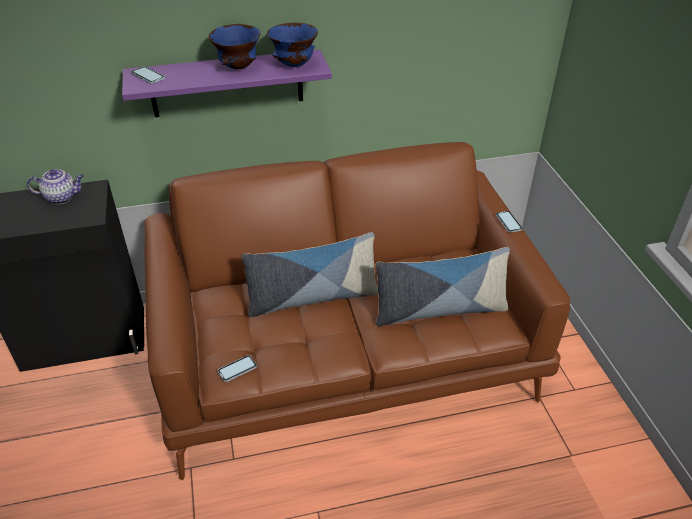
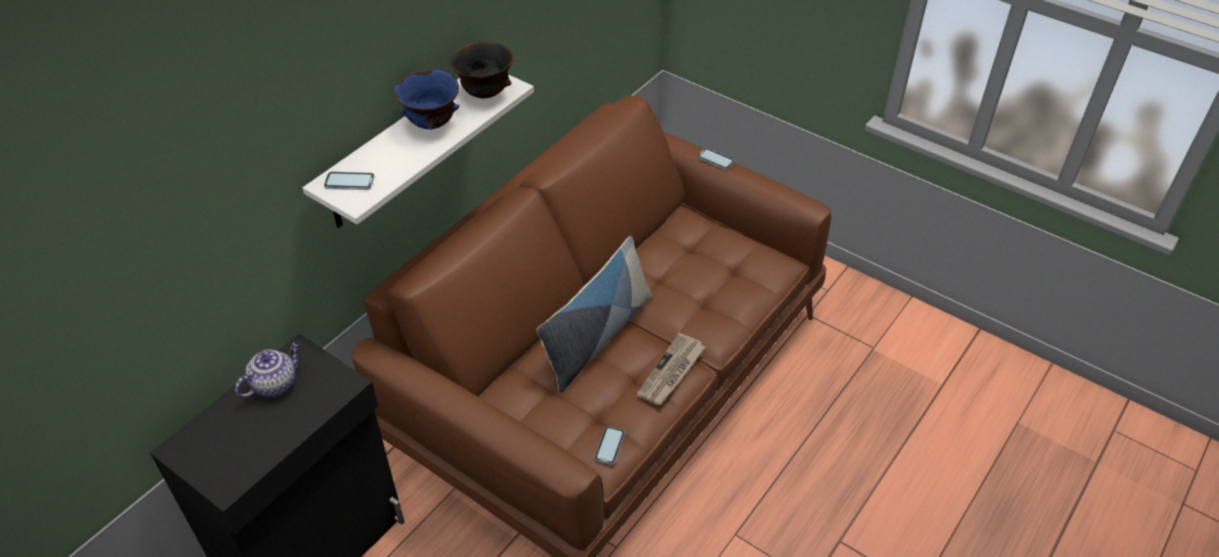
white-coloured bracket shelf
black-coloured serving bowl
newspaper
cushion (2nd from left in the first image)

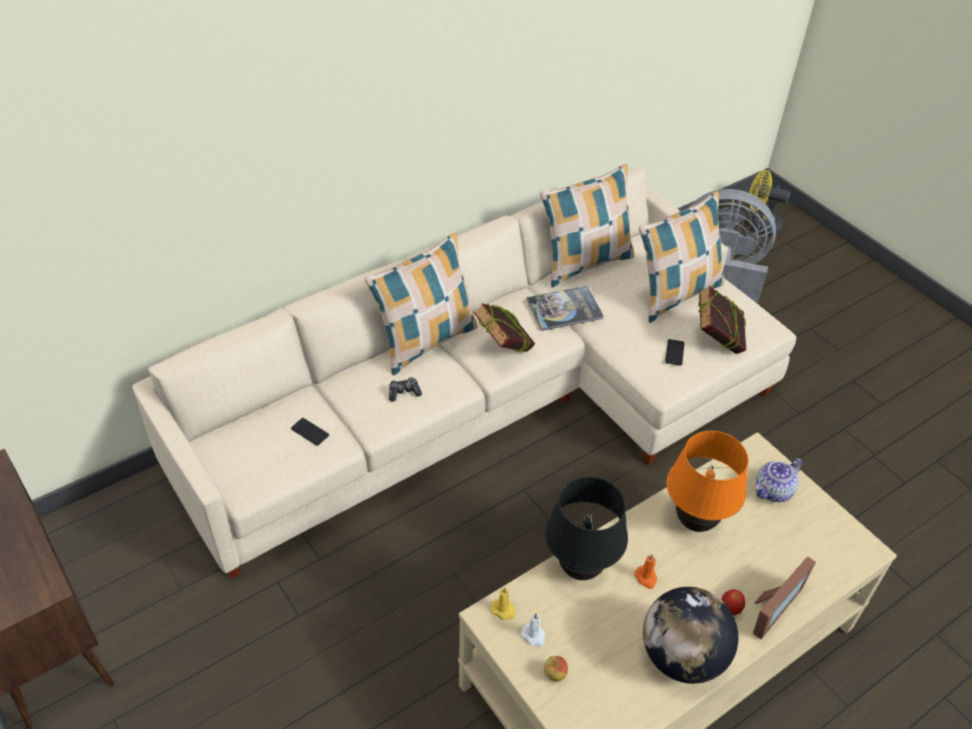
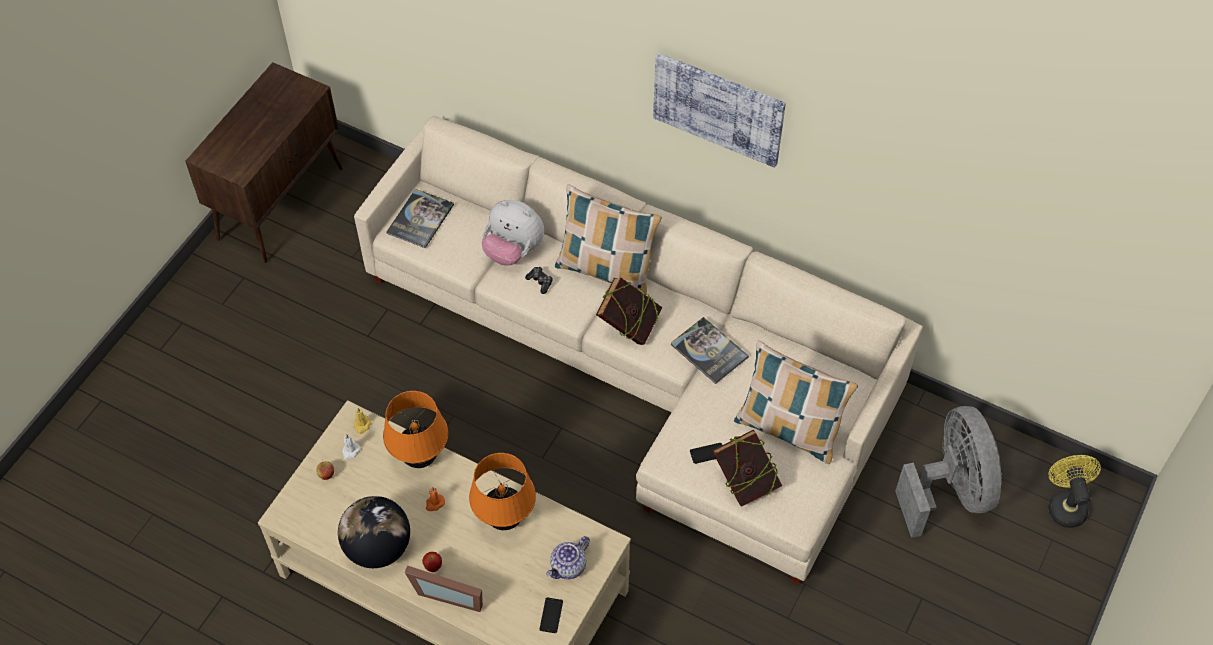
orange tabletop lamp (1st from left)
bound book (1st from left)
plush toy
phone (1st from left)
pot for tea
wall art
cushion (2nd from left in the first image)

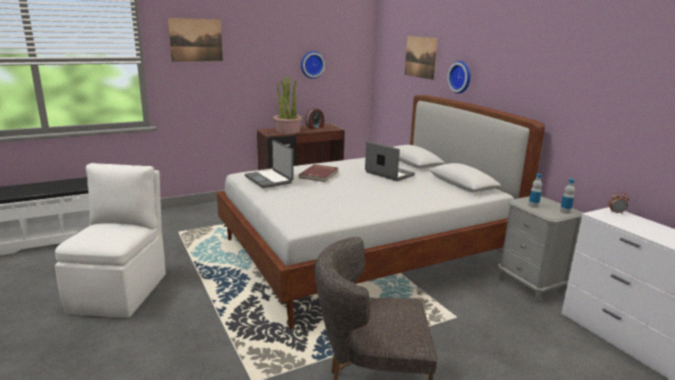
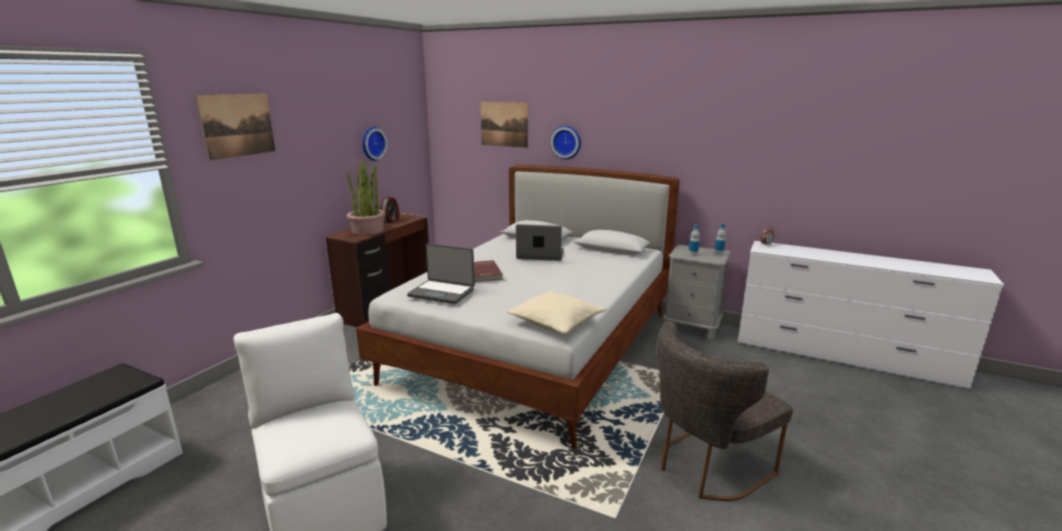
sand-coloured cushion

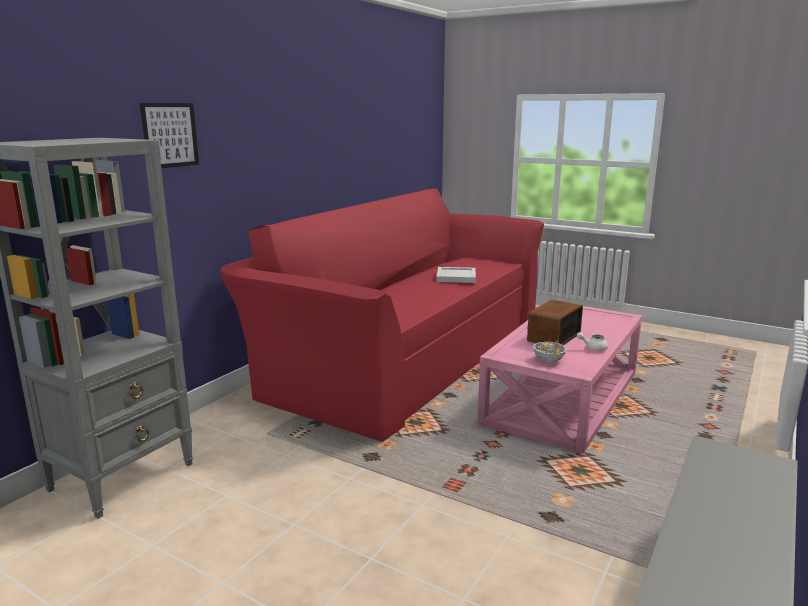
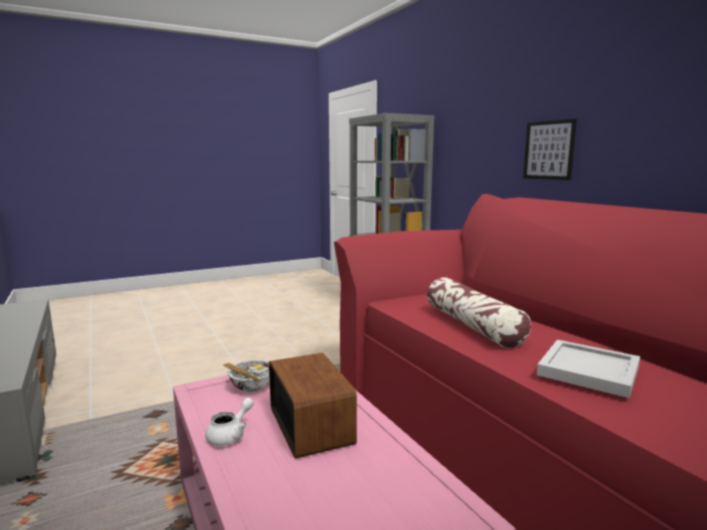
cushion
wall art

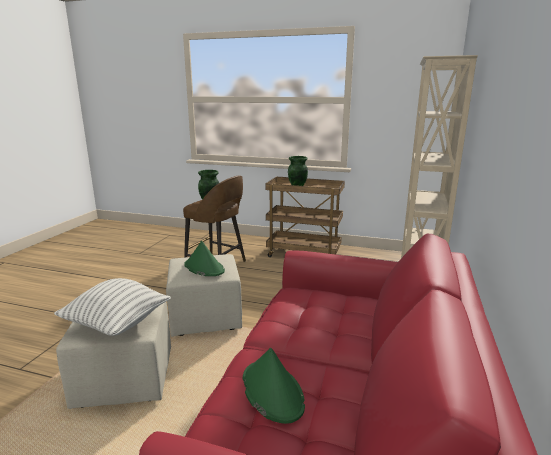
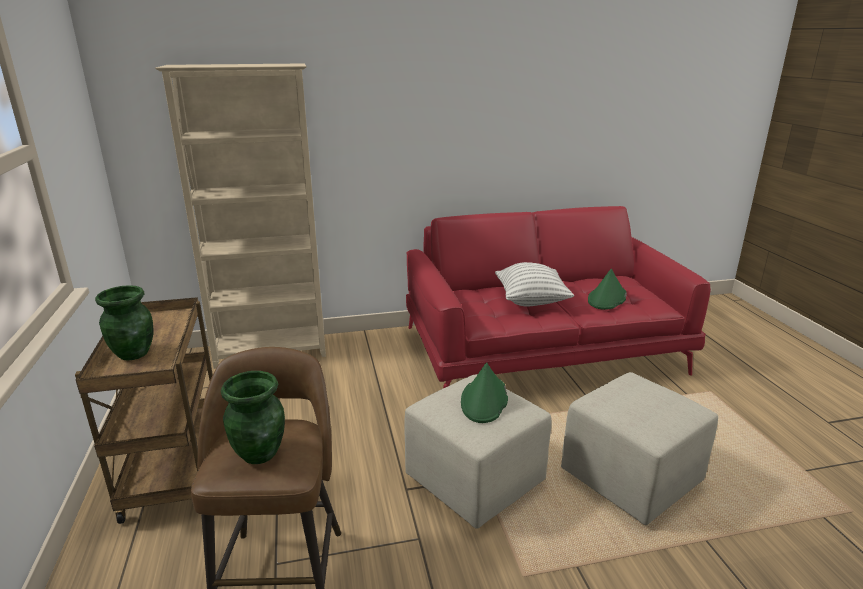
cushion

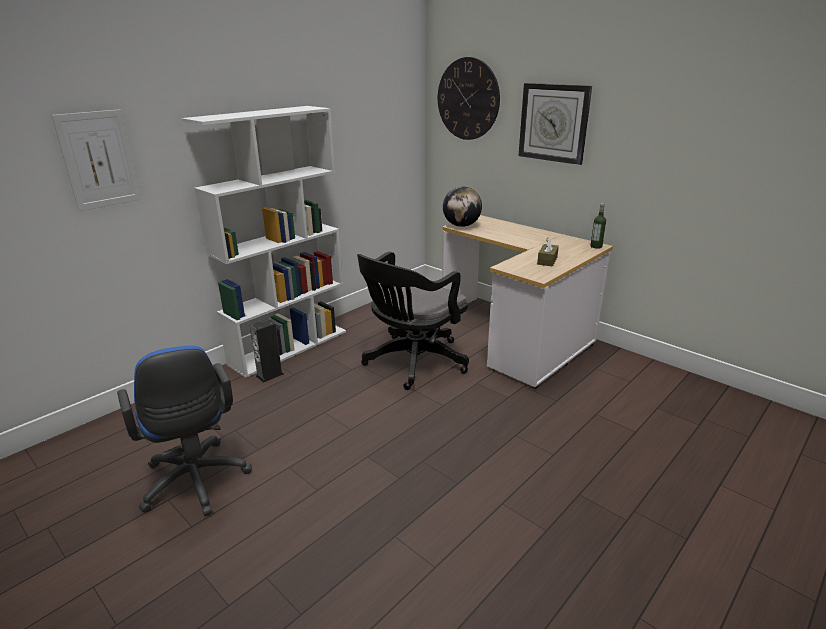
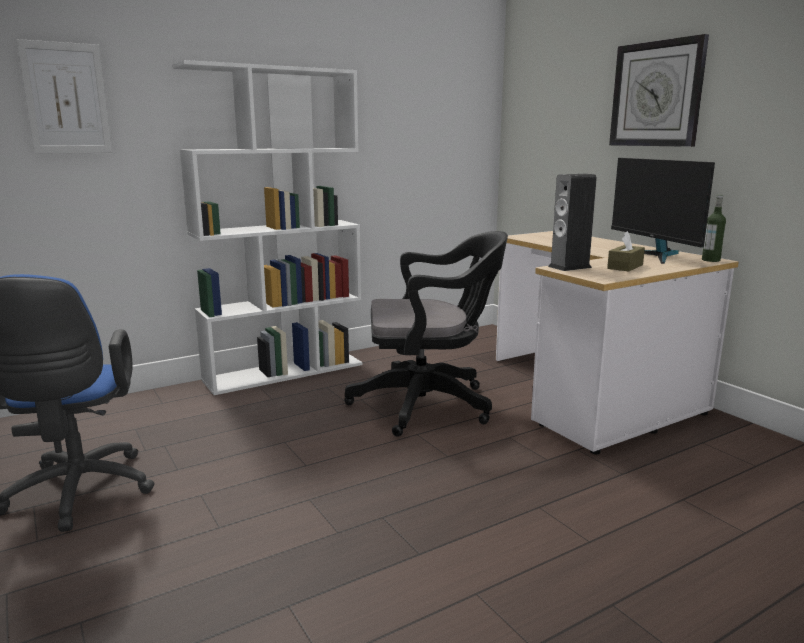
black-coloured computer chair
loudspeaker
monitor
hanging clock (1st from left in the first image)
desk globe

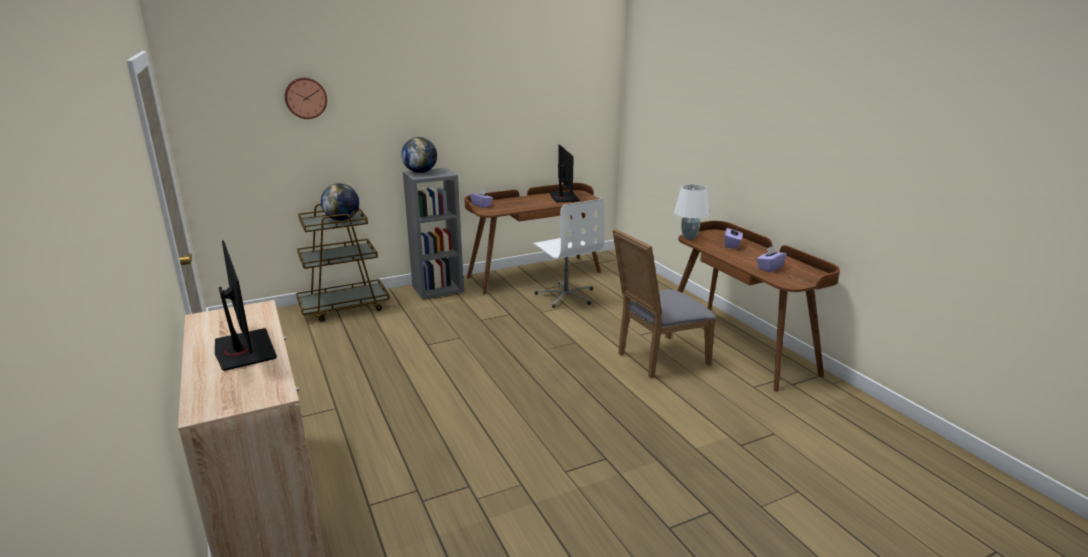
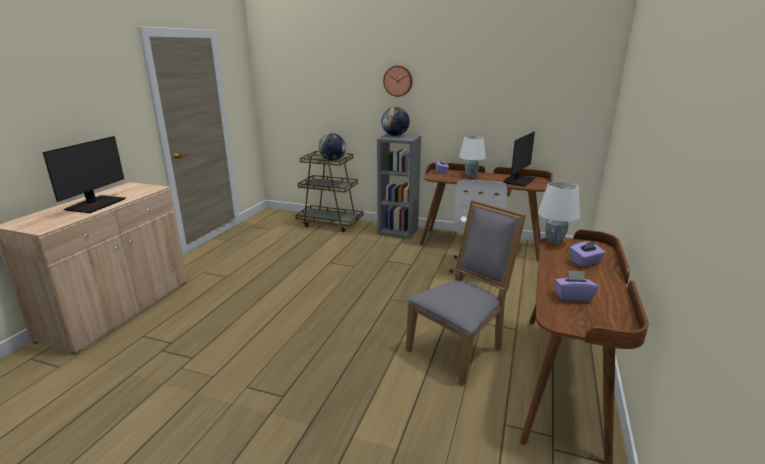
hanging clock
gray plain chair
white-coloured tabletop lamp (1st from left)

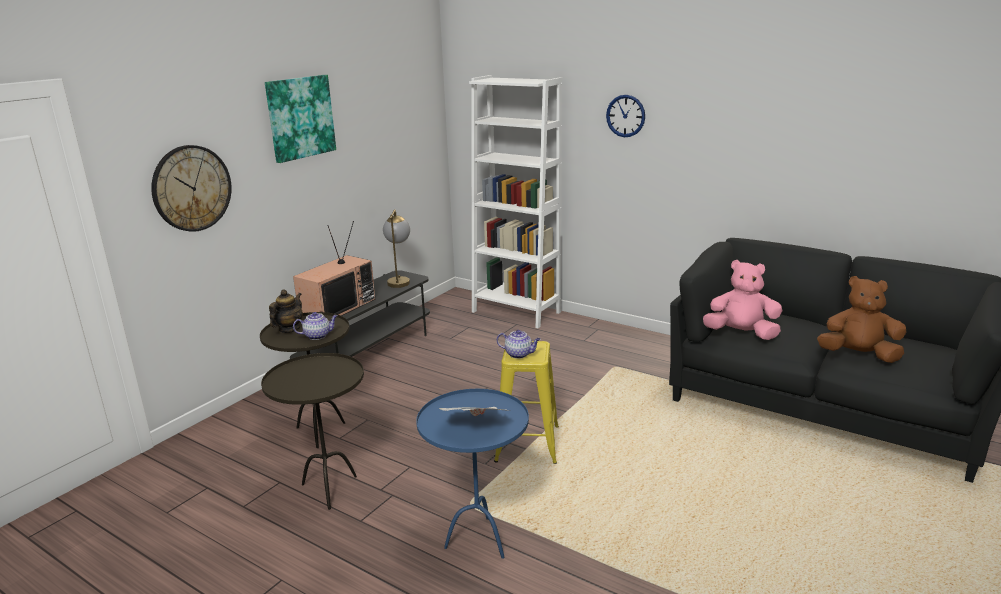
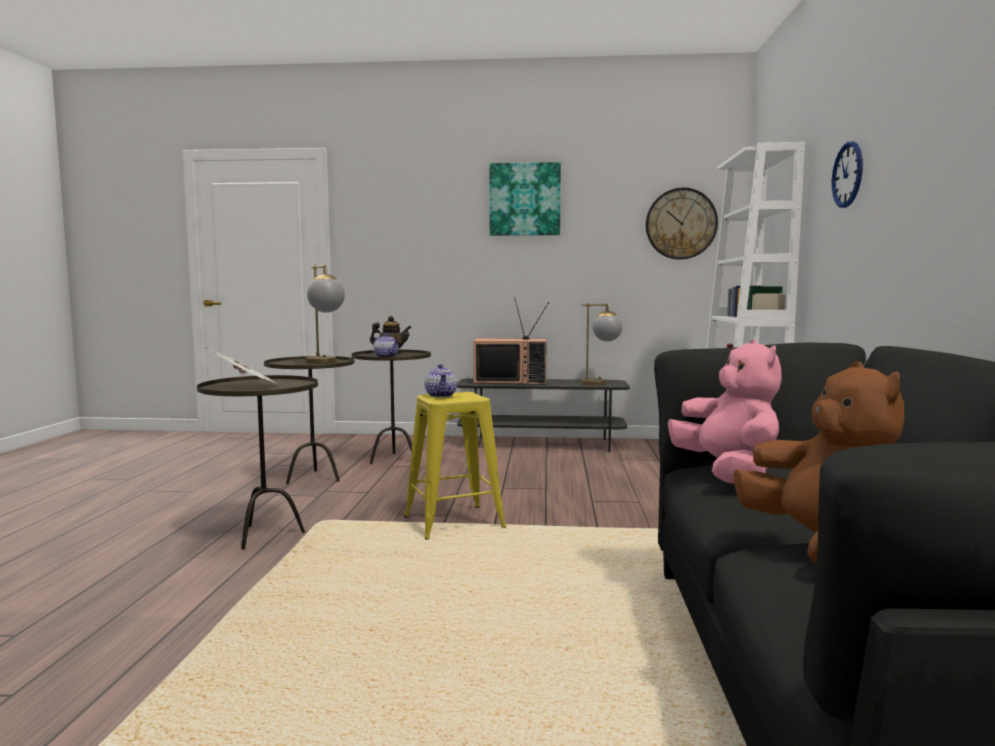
brown-coloured end table (1st from left)
tabletop lamp (1st from left)
hanging clock (1st from left)

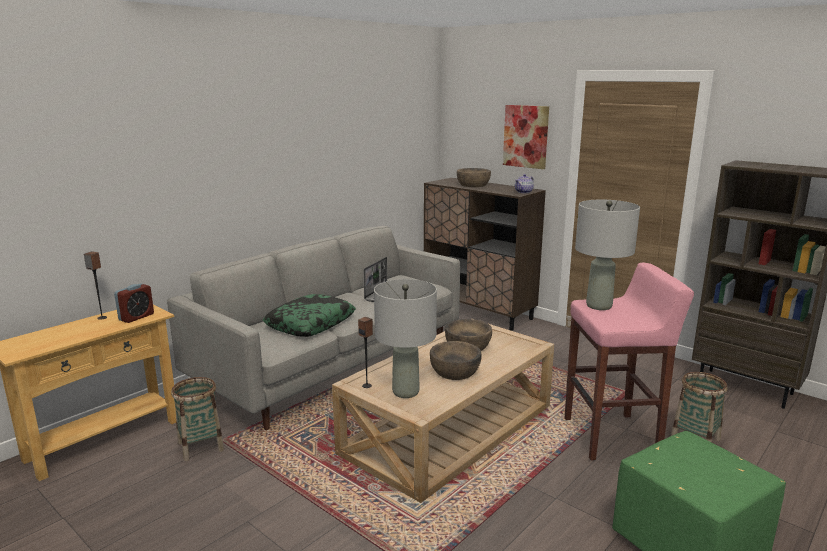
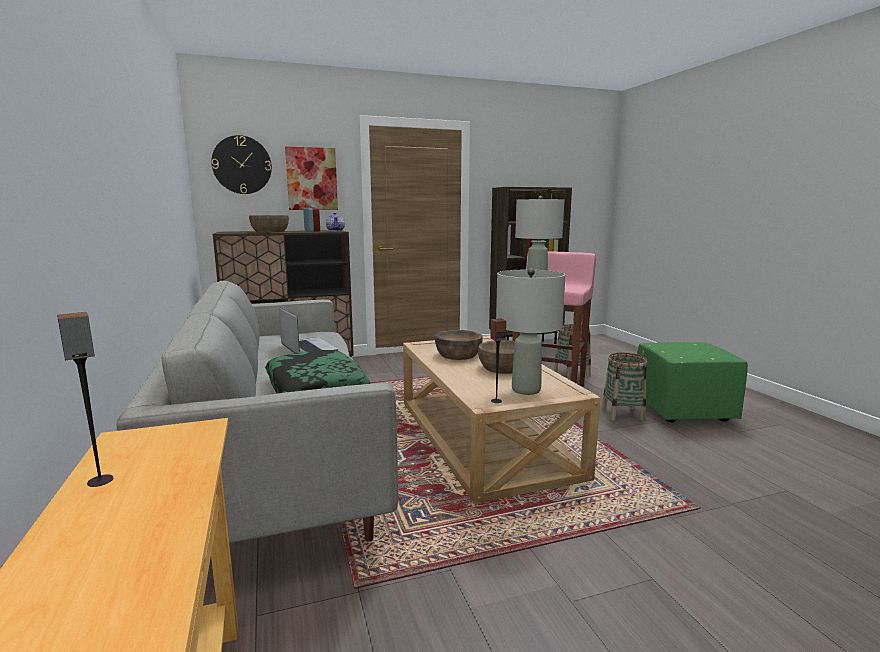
hanging clock
bedside clock
household basket (2nd from left)

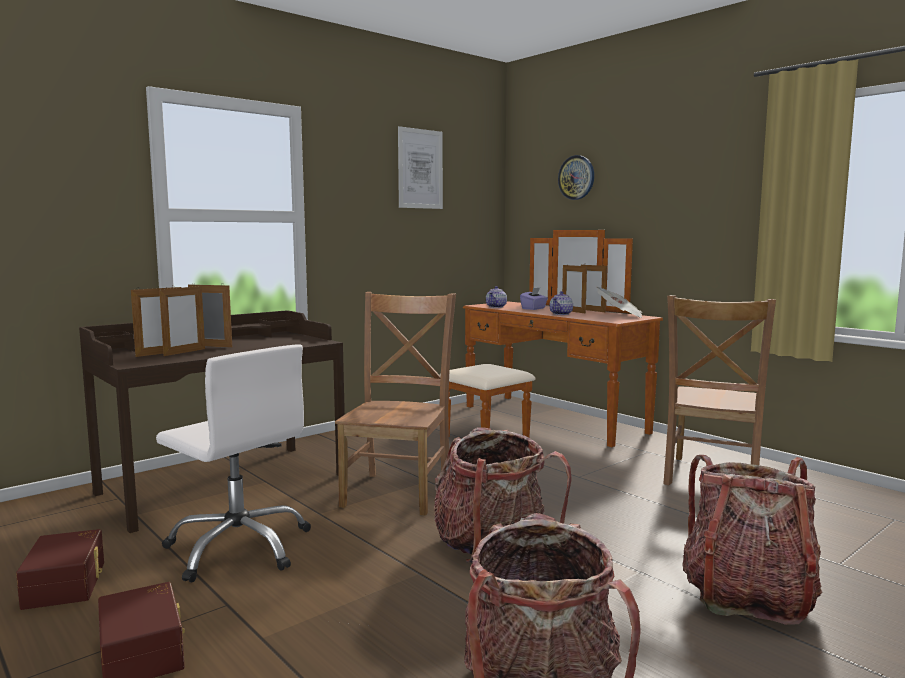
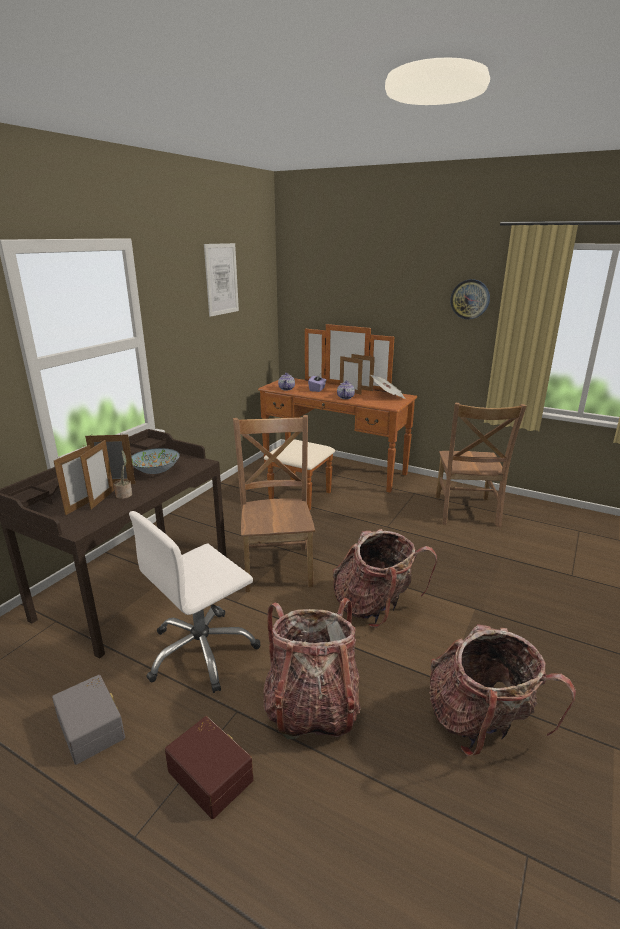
gray storage box
plant in a pot
white-coloured computer chair
serving bowl
backpack (1st from left)
hanging clock

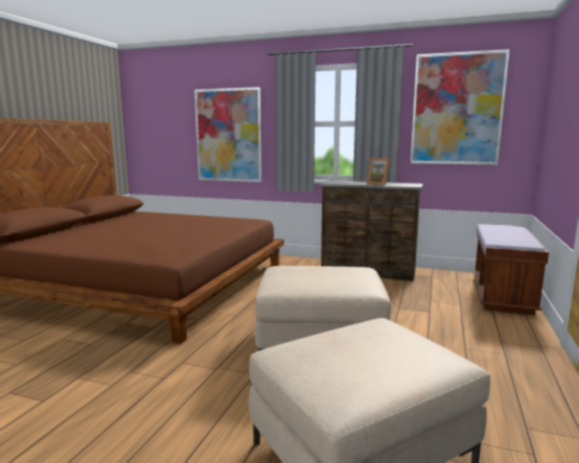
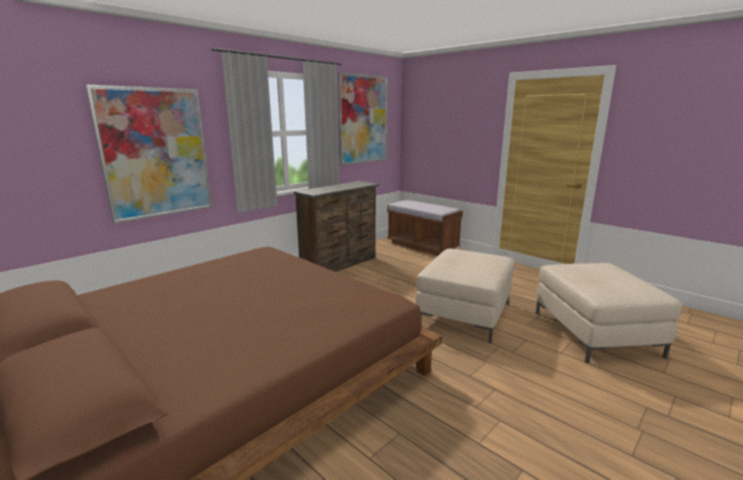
standing frame

